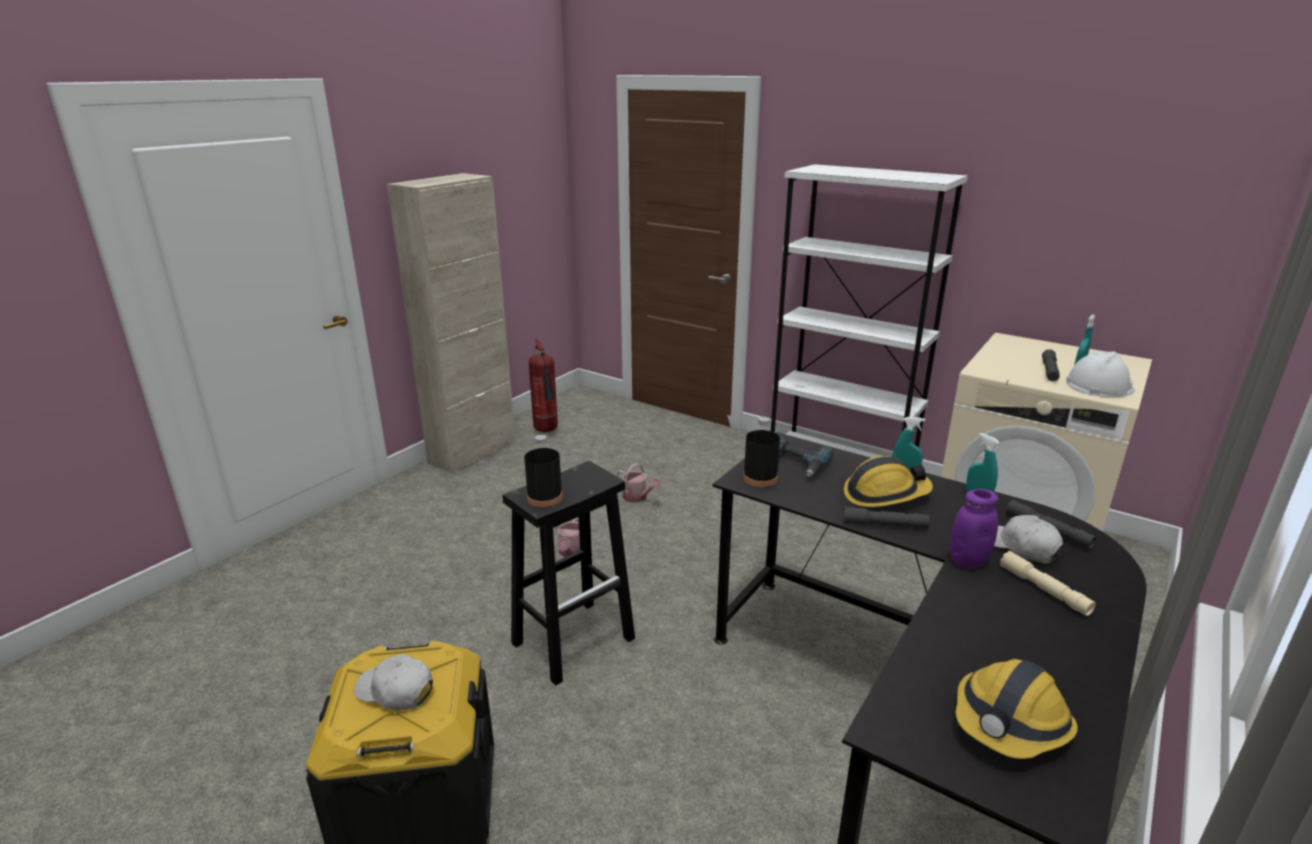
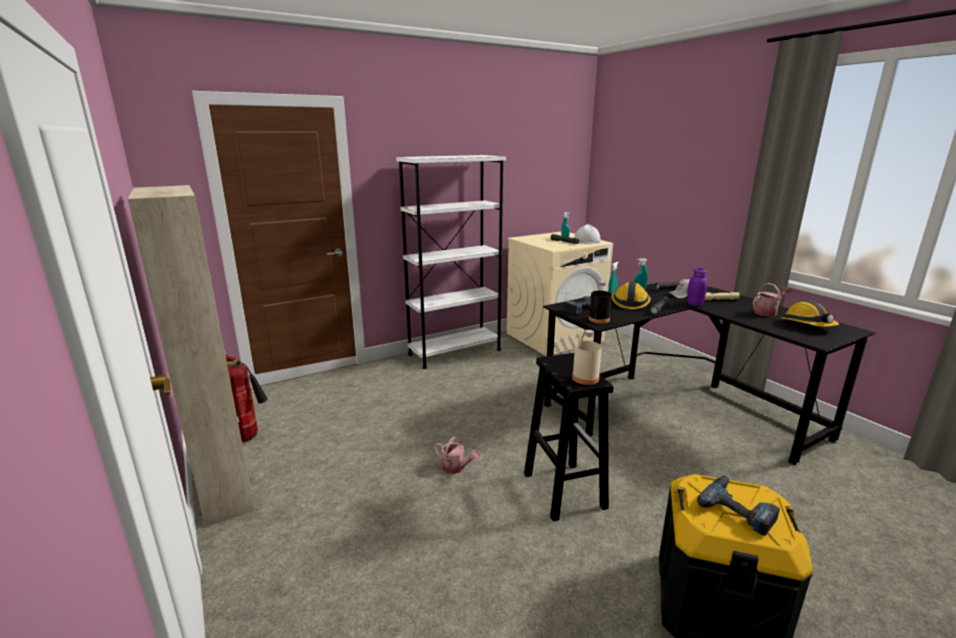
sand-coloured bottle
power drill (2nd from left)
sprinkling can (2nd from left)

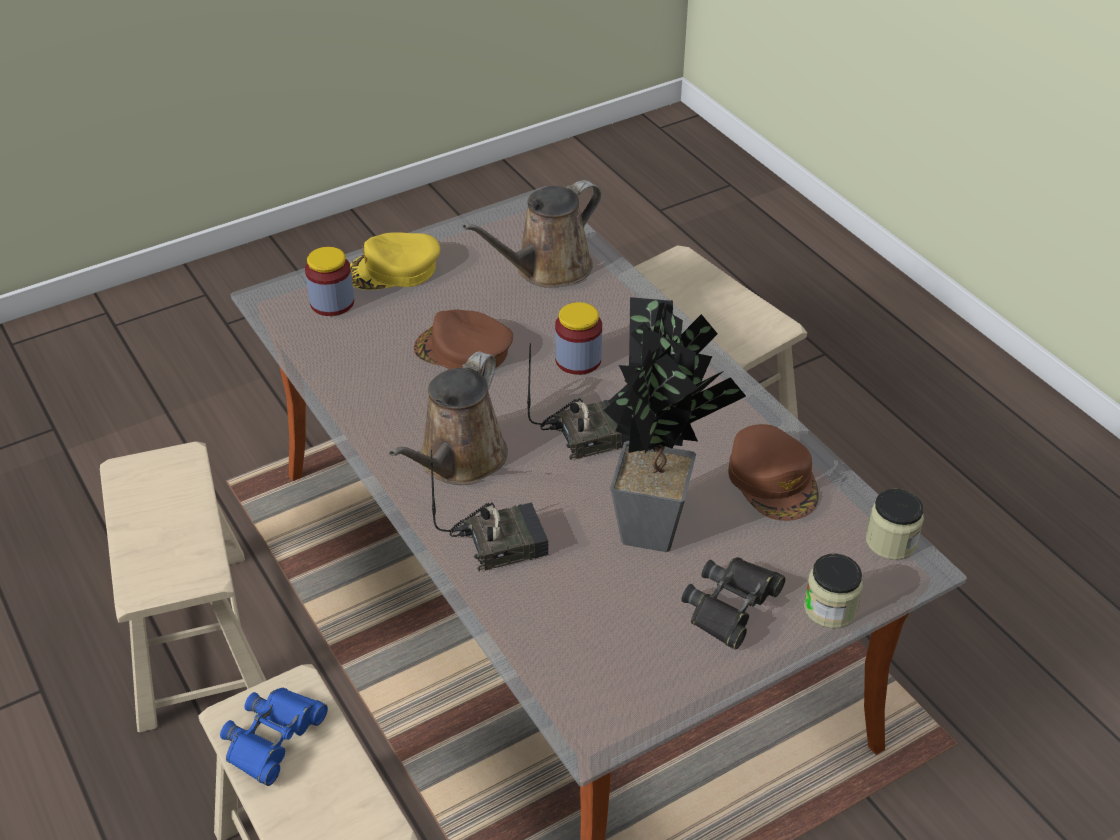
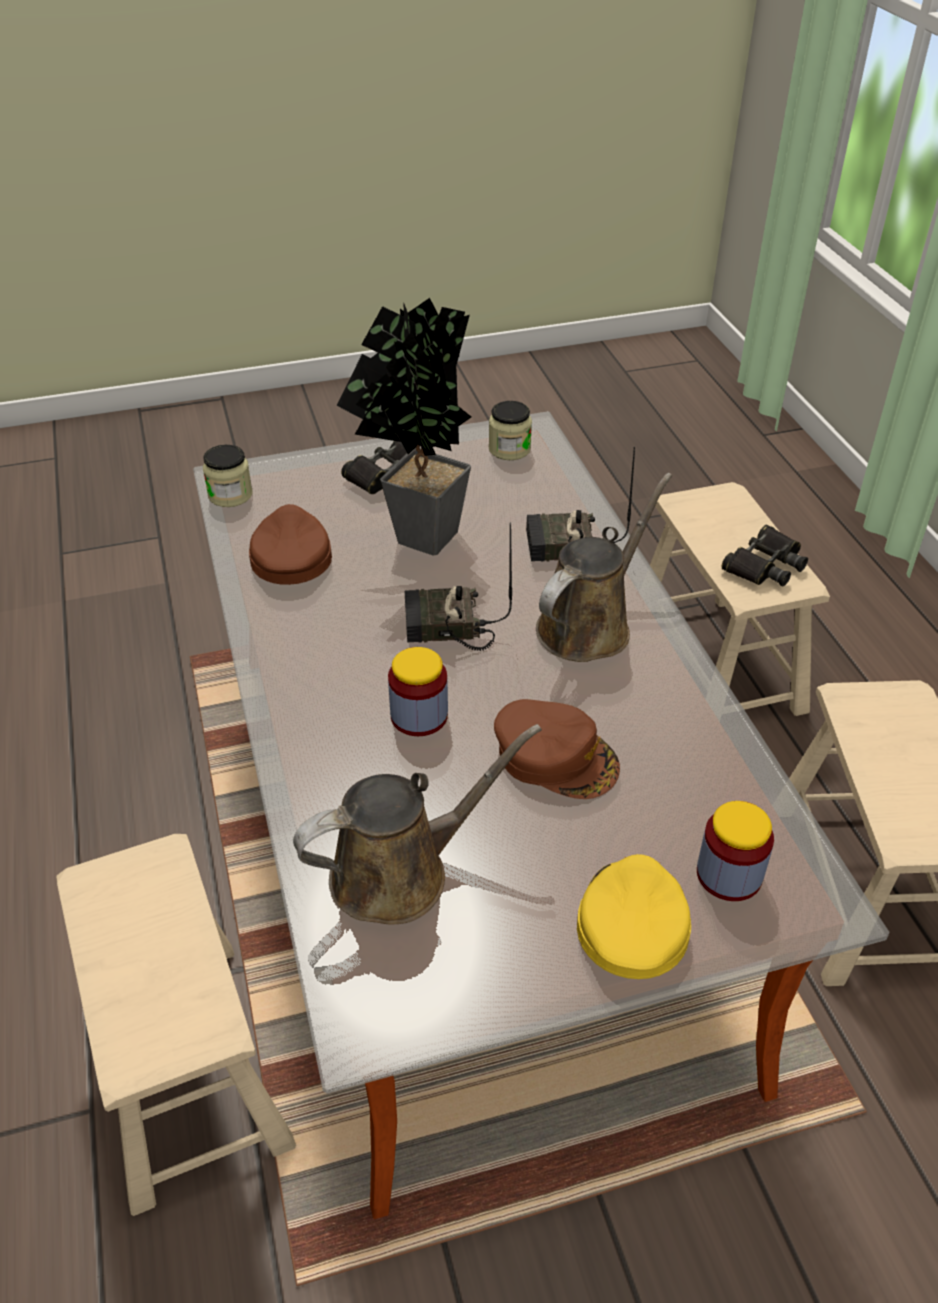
jar (3rd from left)
yellow cap
black-coloured pair of binoculars (2nd from left)

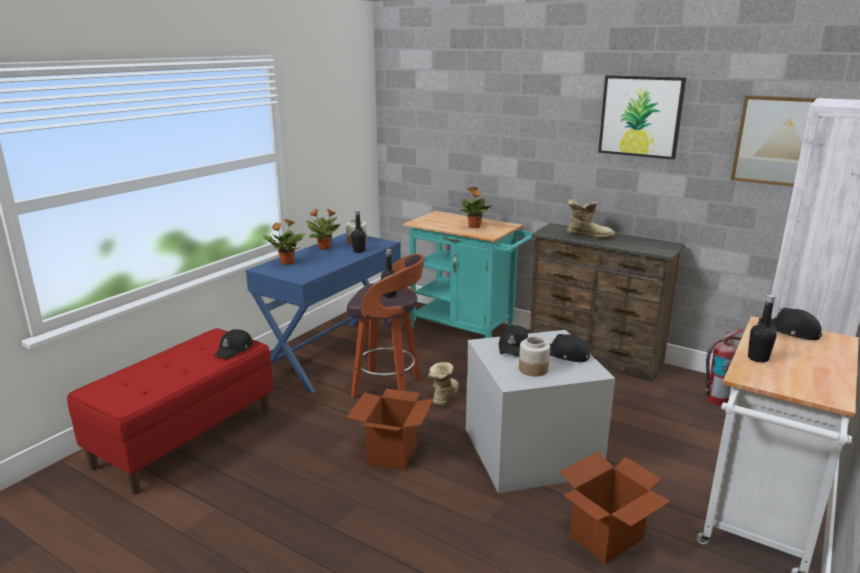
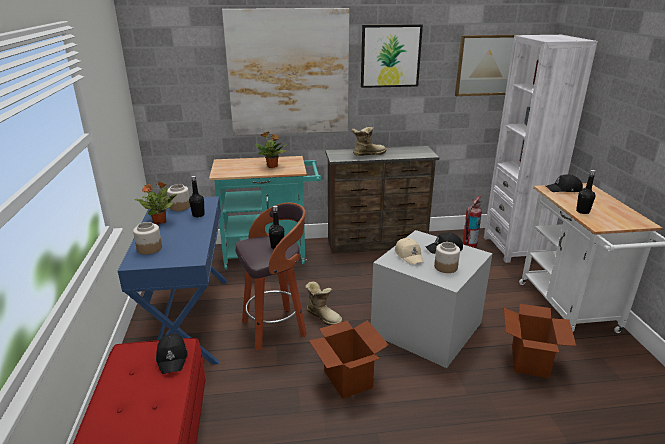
jar (1st from left)
wall art (1st from left)
boot (1st from left)
sand-coloured cap

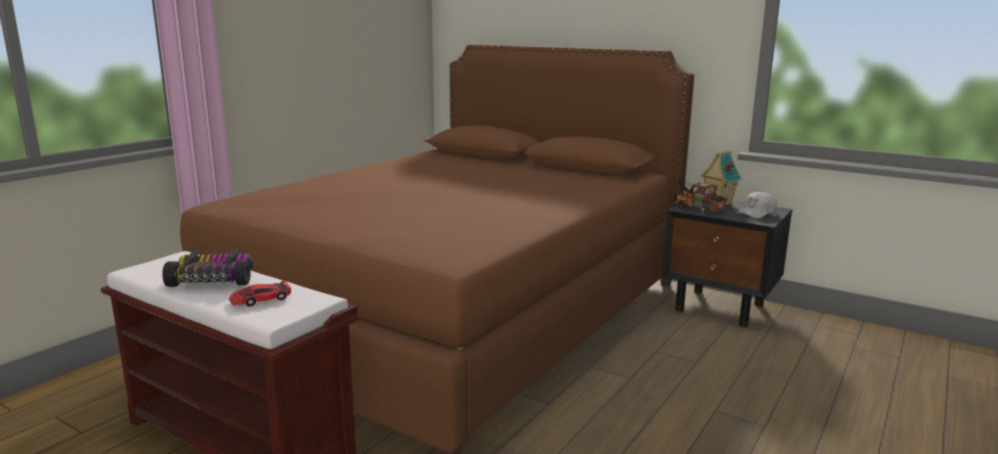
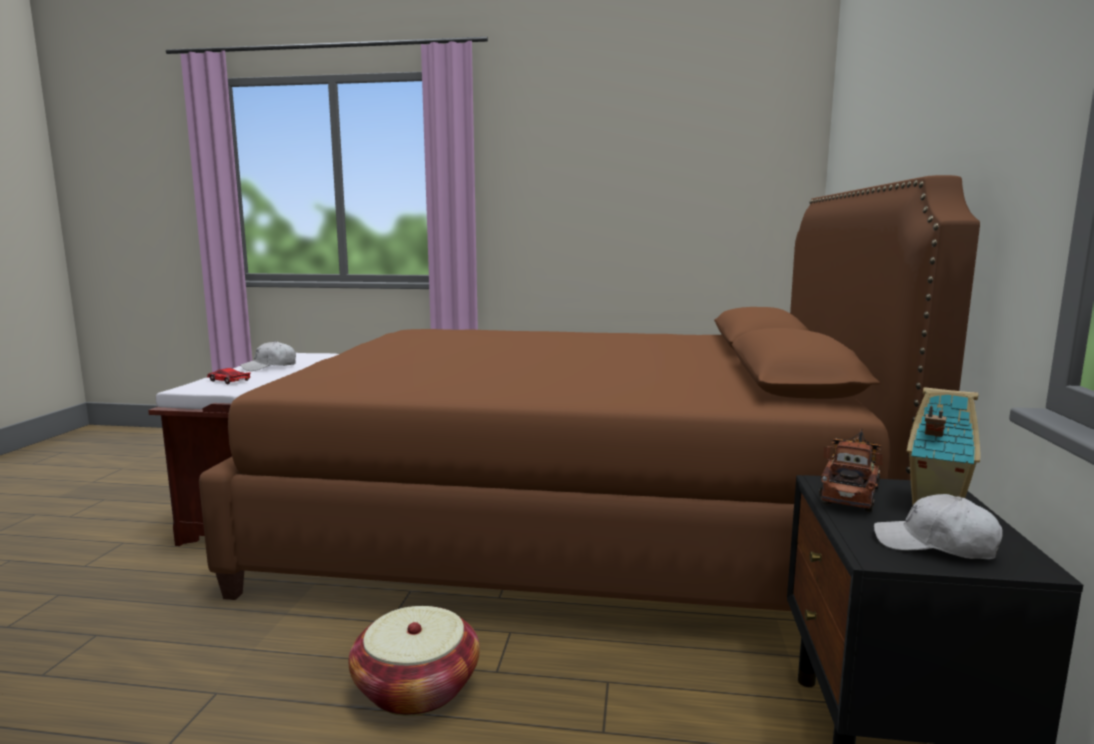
white-coloured cap (1st from left)
household basket

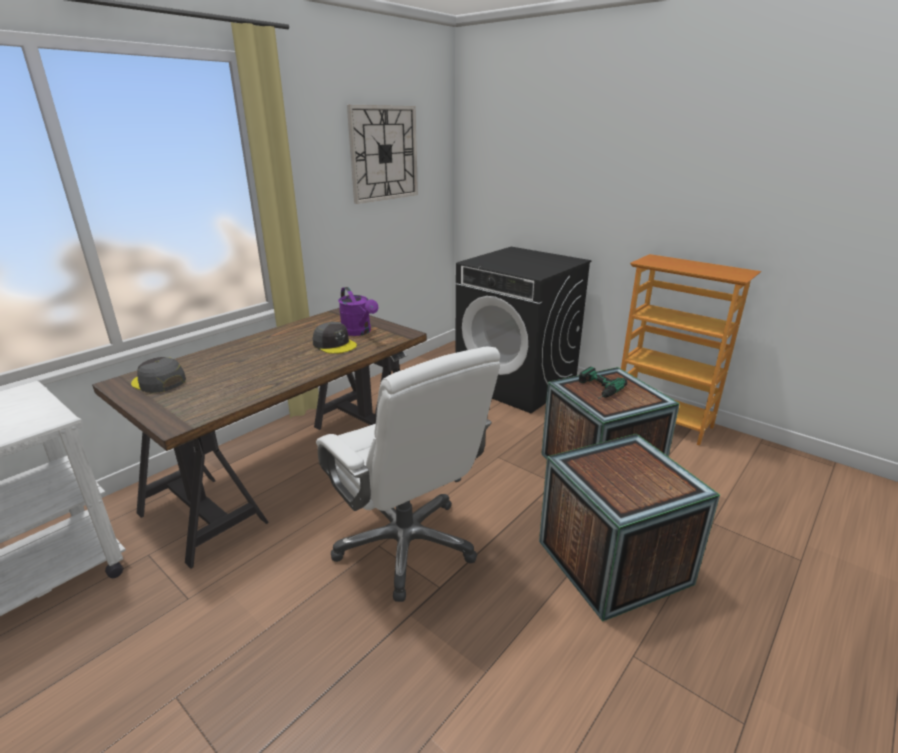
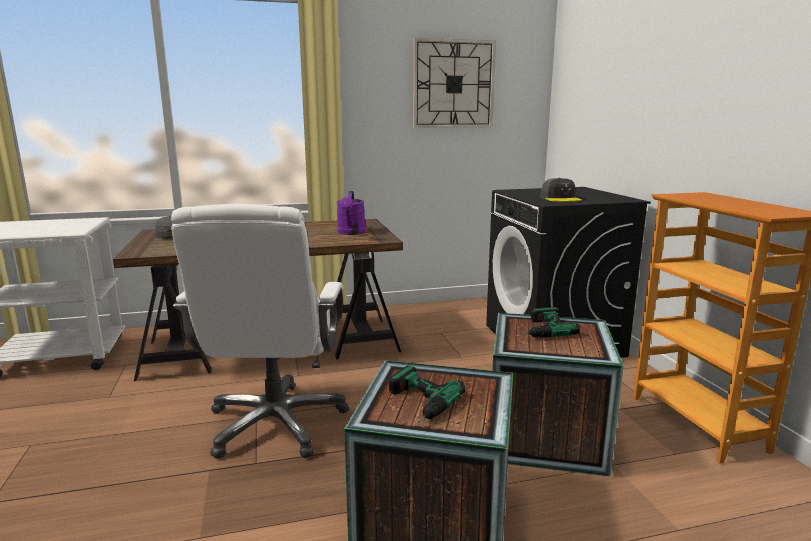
power drill (1st from left)
gray cap (2nd from left)

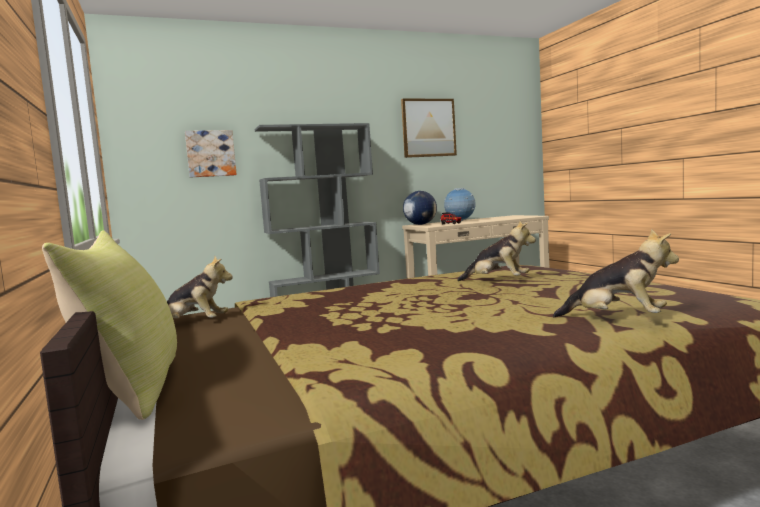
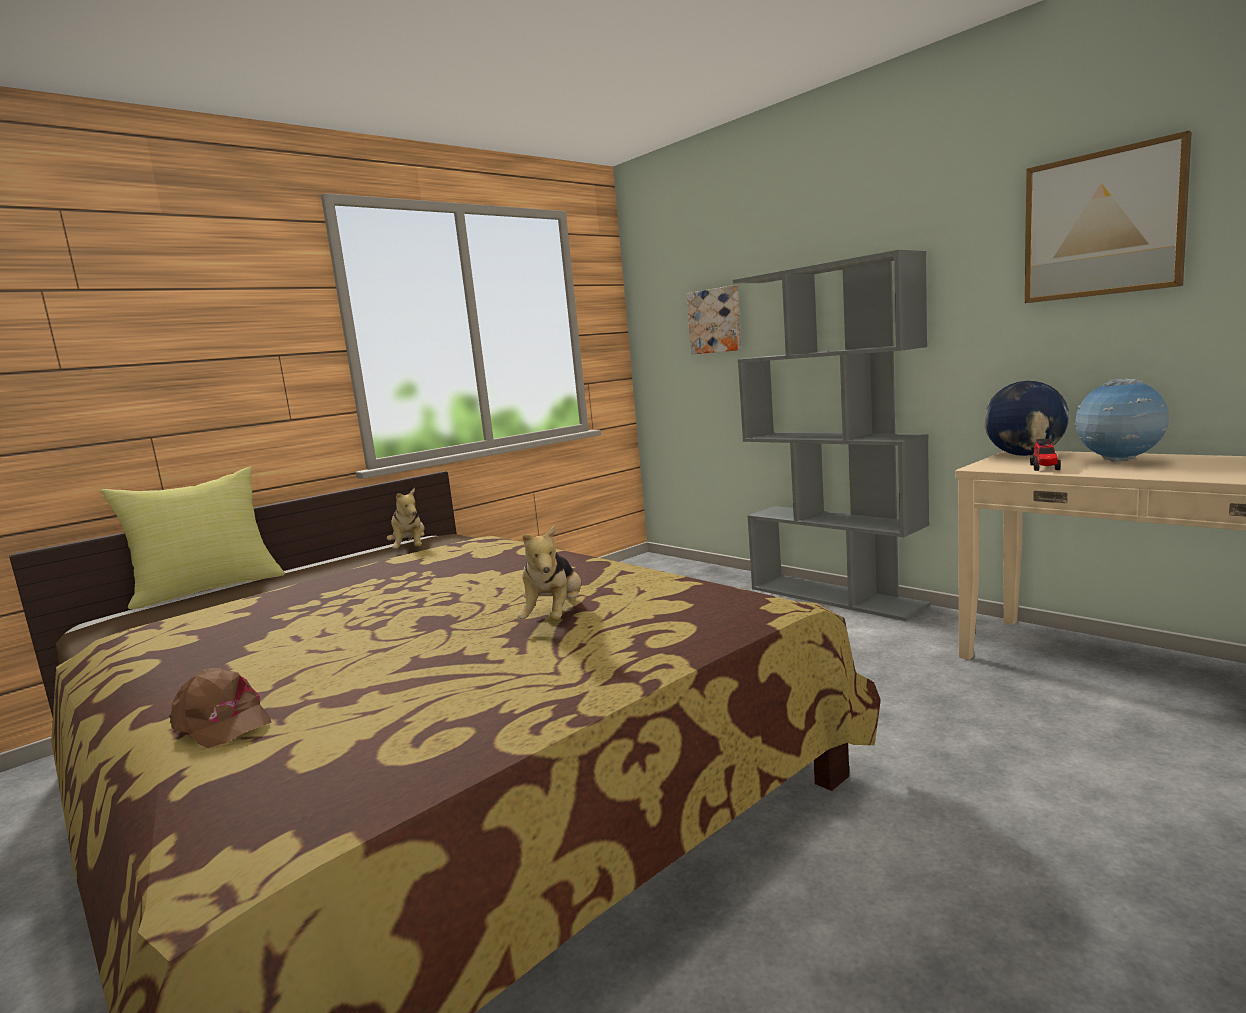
brown-coloured cap

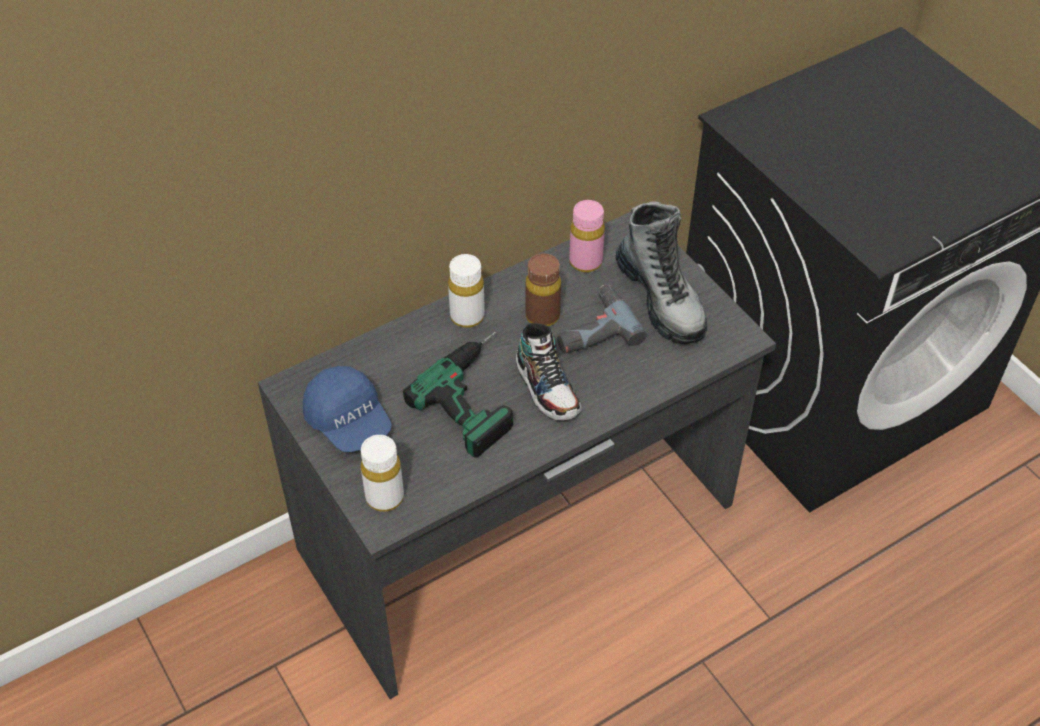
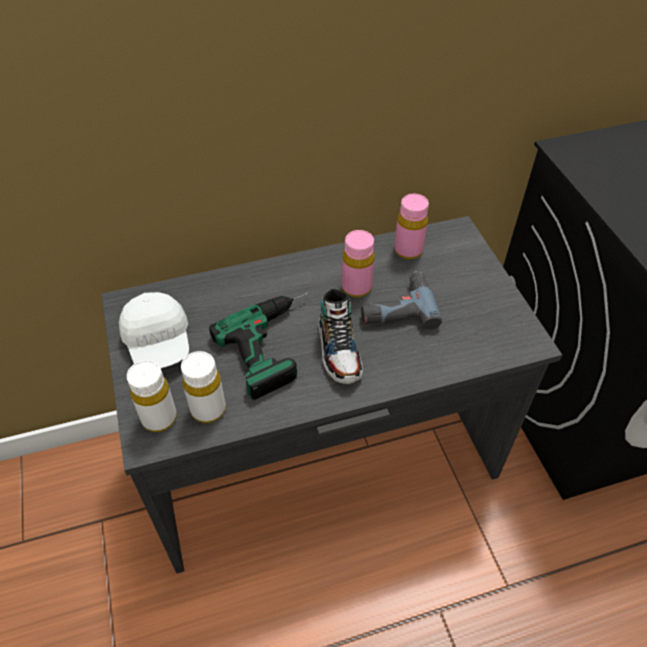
white-coloured cap
white-coloured bottle (2nd from left)
pinkish bottle (1st from left)
boot

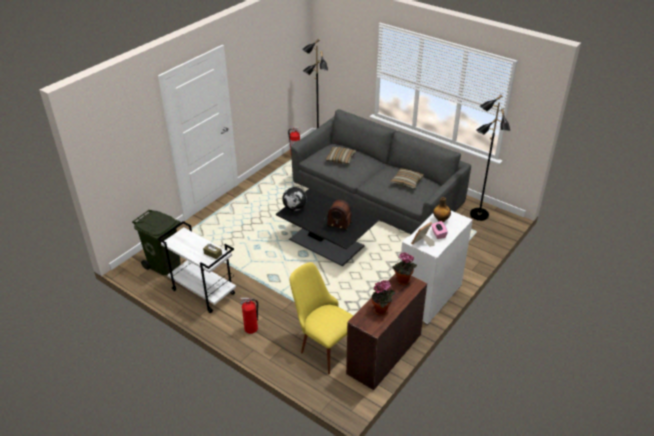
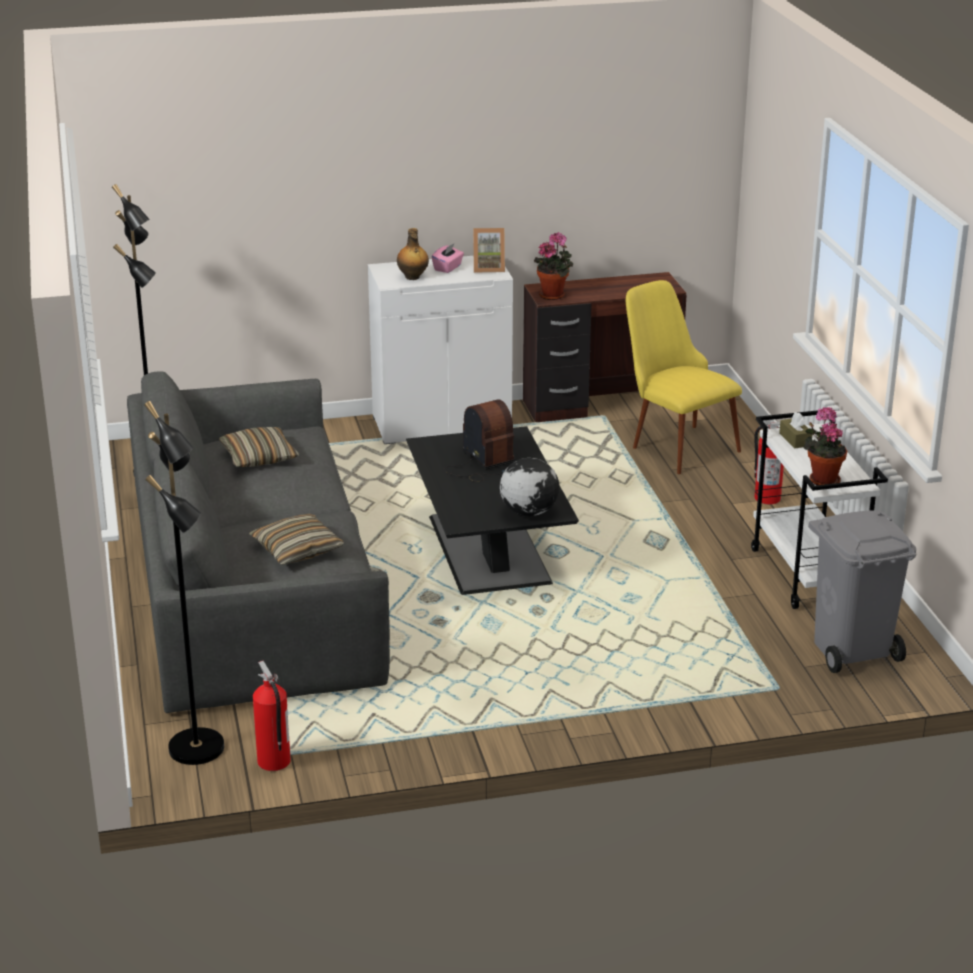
yellow plain chair
plant in a pot (2nd from left)
gray waste bin

